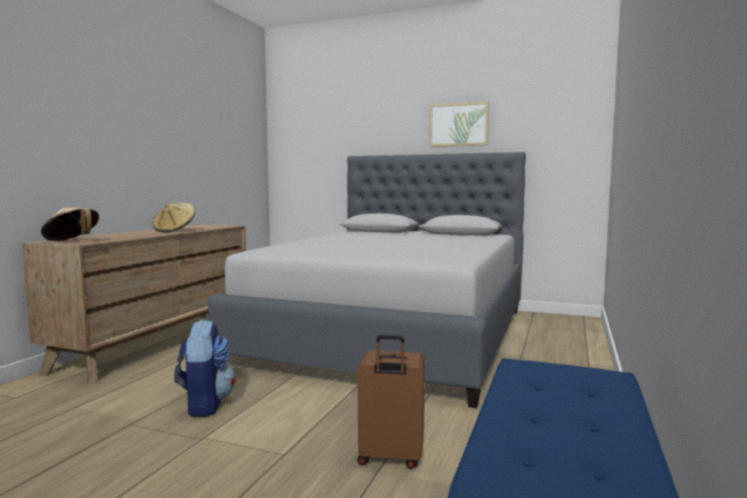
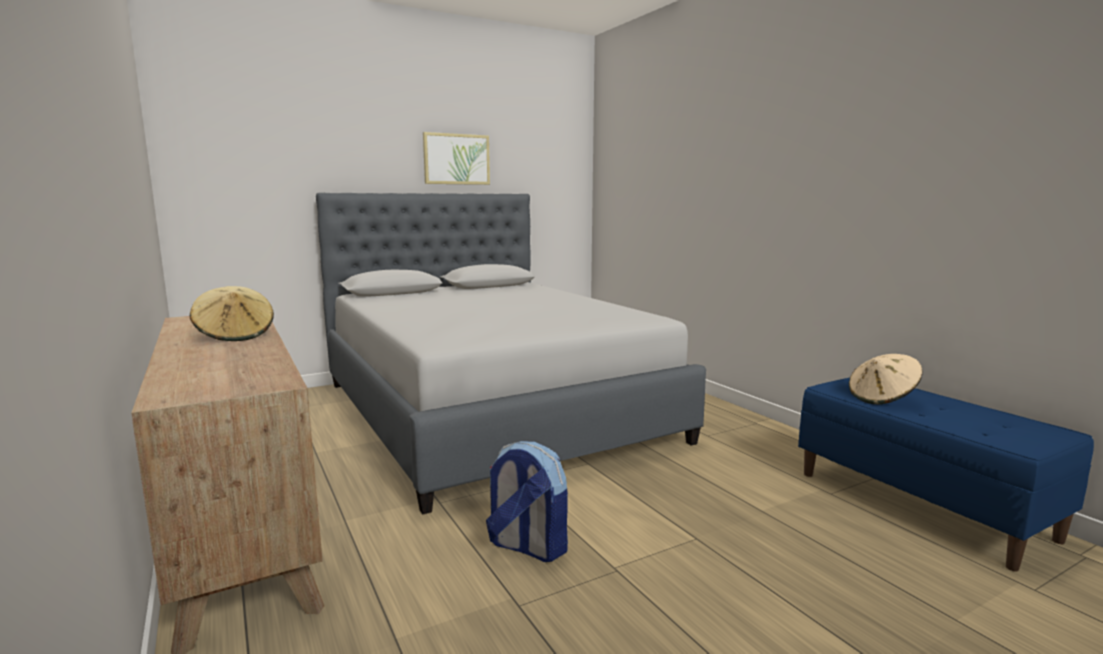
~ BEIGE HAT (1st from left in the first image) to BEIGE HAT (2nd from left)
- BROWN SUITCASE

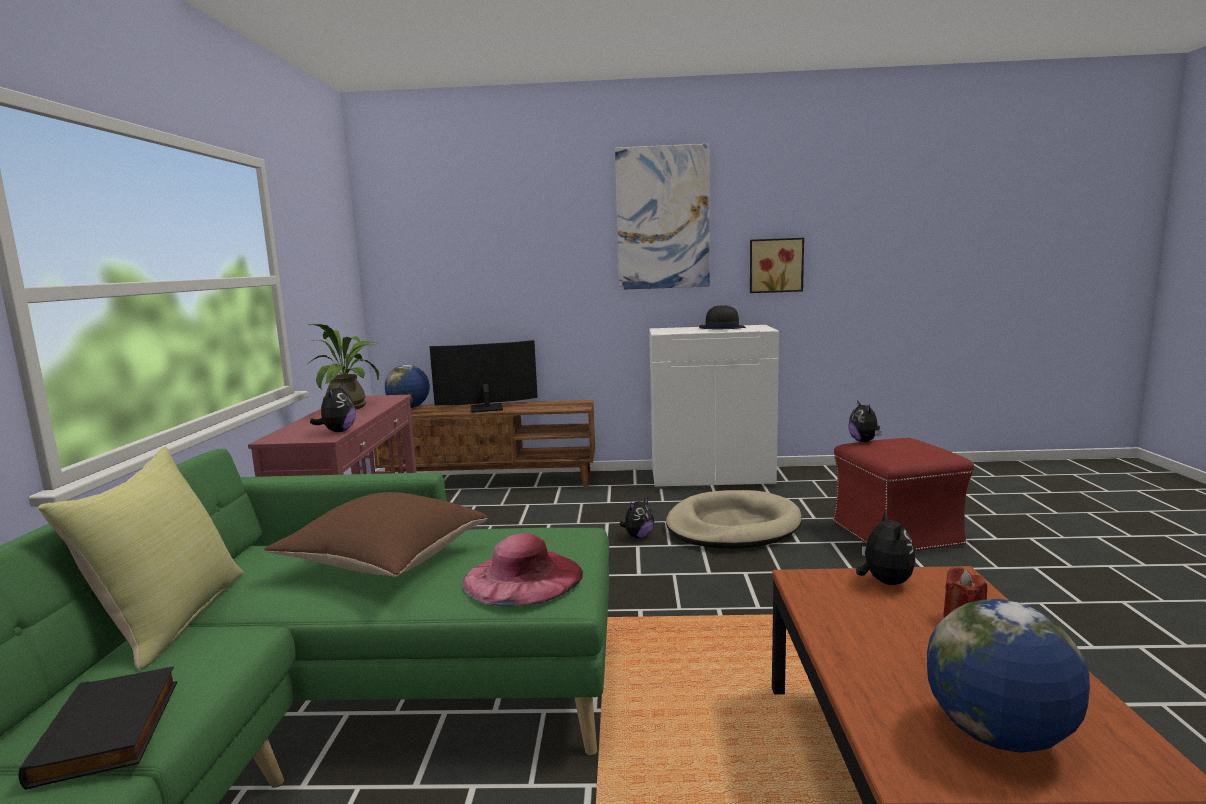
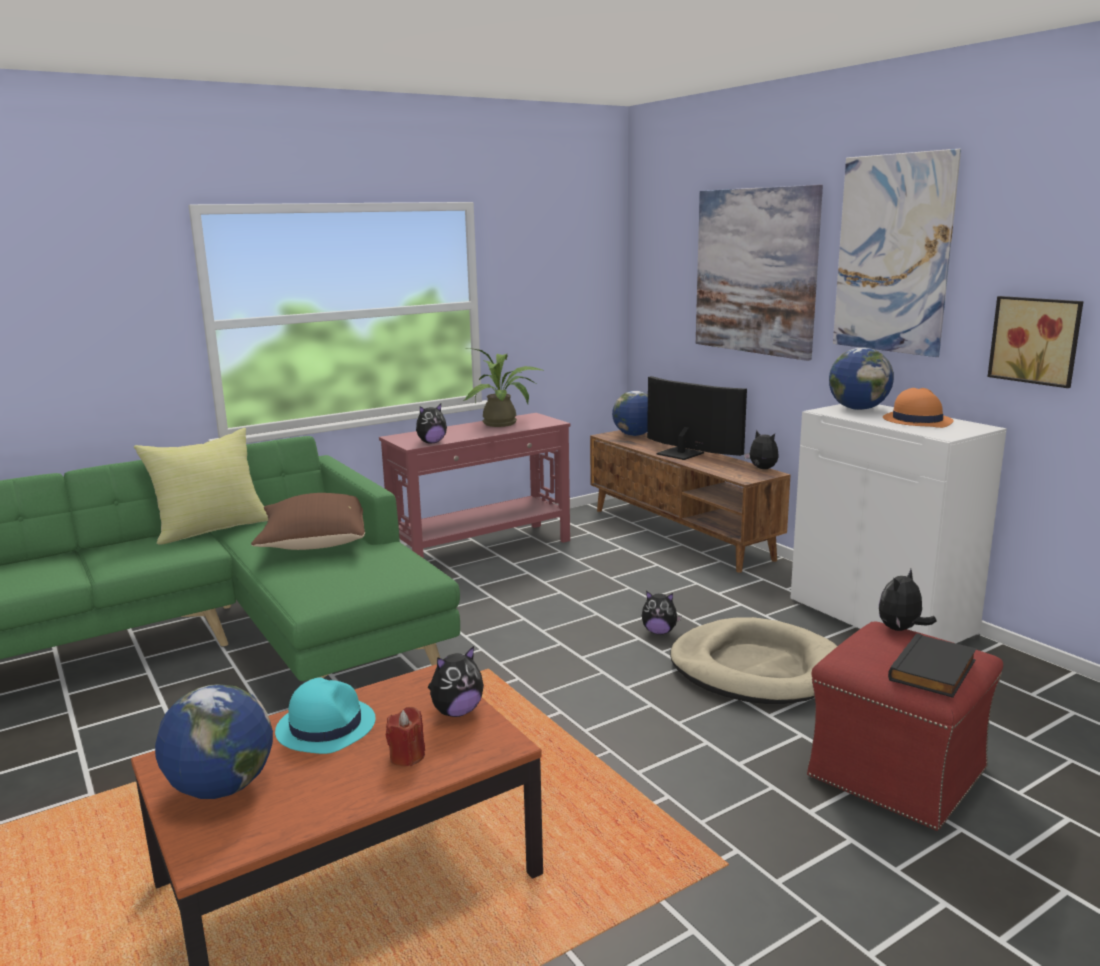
~ BLACK BOOK
- PINK HAT
~ BLACK HAT to ORANGE HAT
+ TURQUOISE HAT
+ PICTURE (1st from left)
+ PLUSH TOY (4th from left)
+ GLOBE (3rd from left)

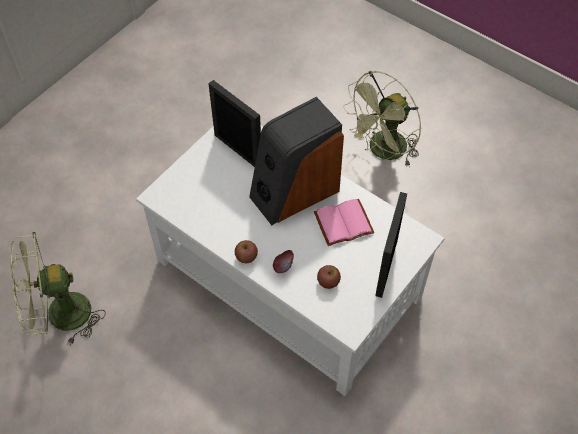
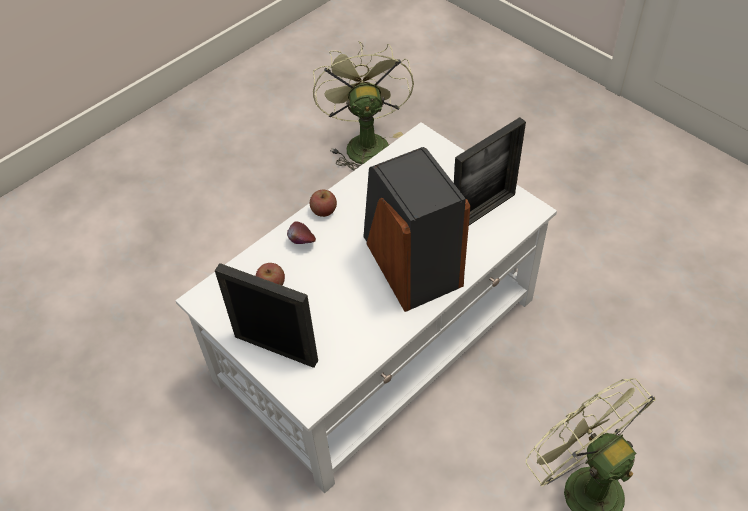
- PINK BOOK

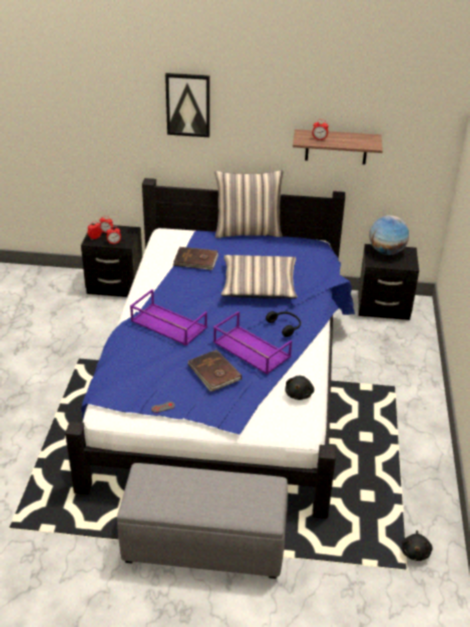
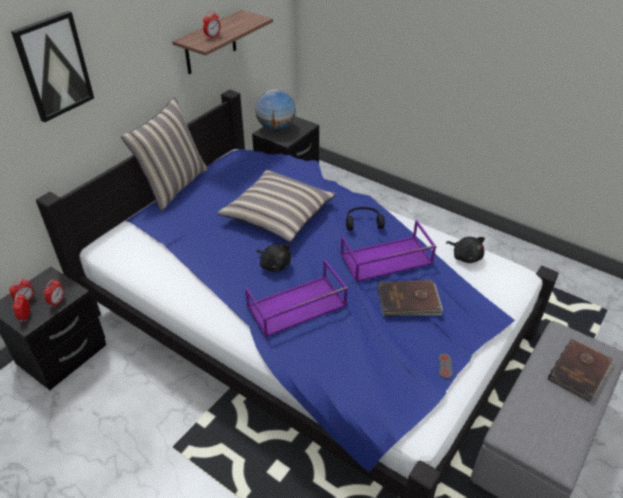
~ BROWN BOOK (1st from left in the first image) to BROWN BOOK (2nd from left)
~ BLACK PLUSH TOY (2nd from left in the first image) to BLACK PLUSH TOY (1st from left)

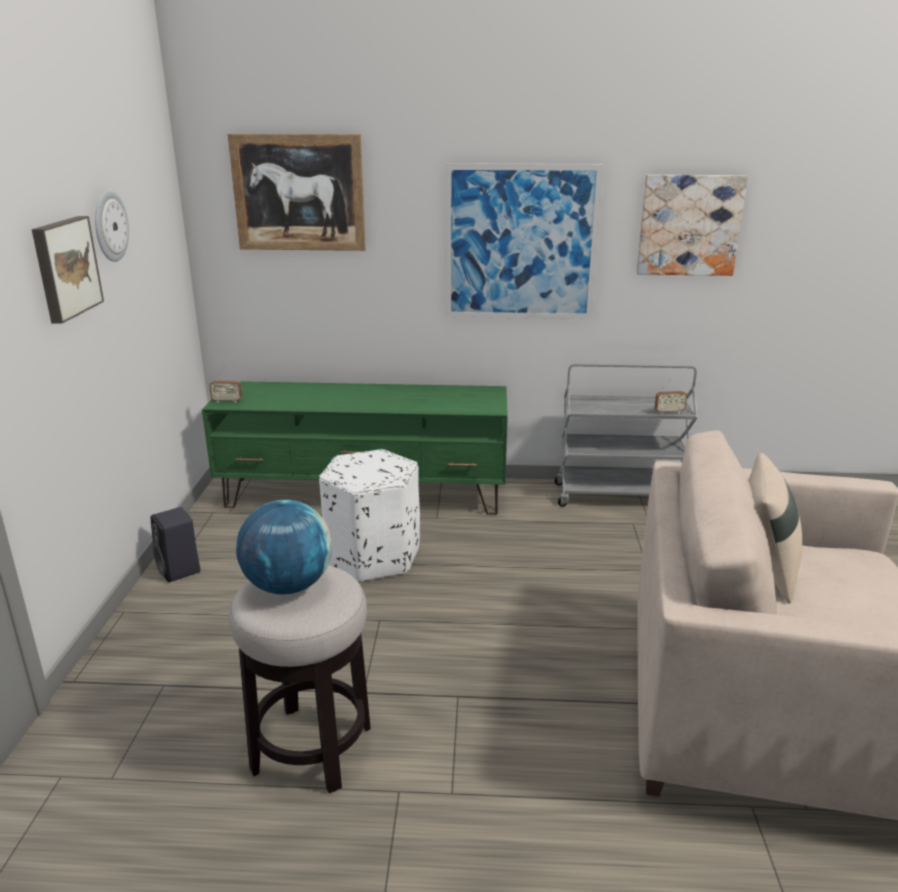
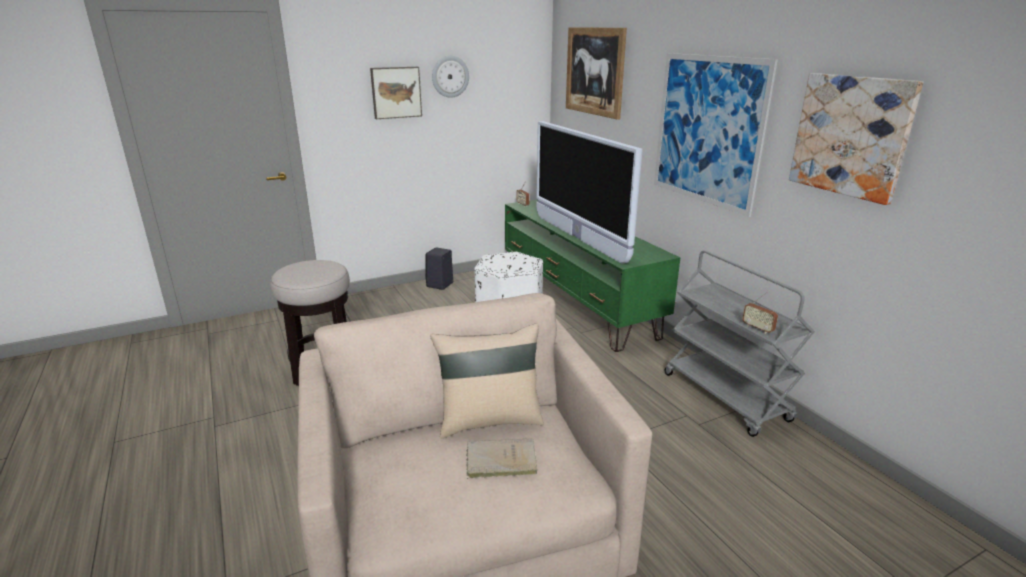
- GLOBE
+ BEIGE BOOK
+ TELEVISION

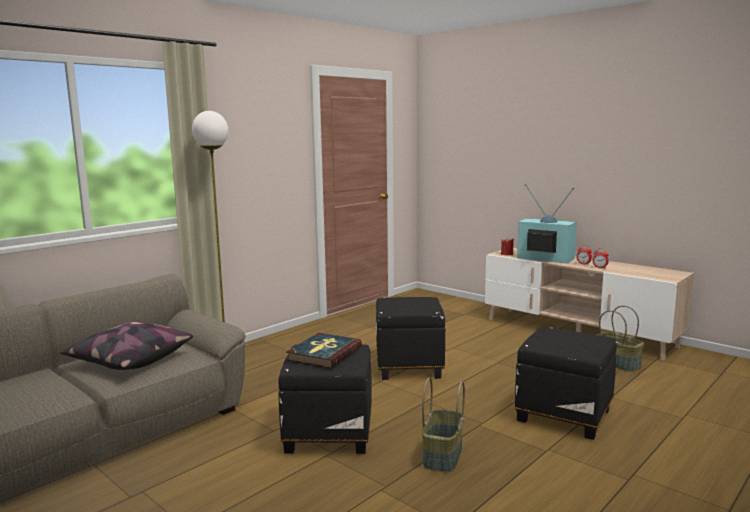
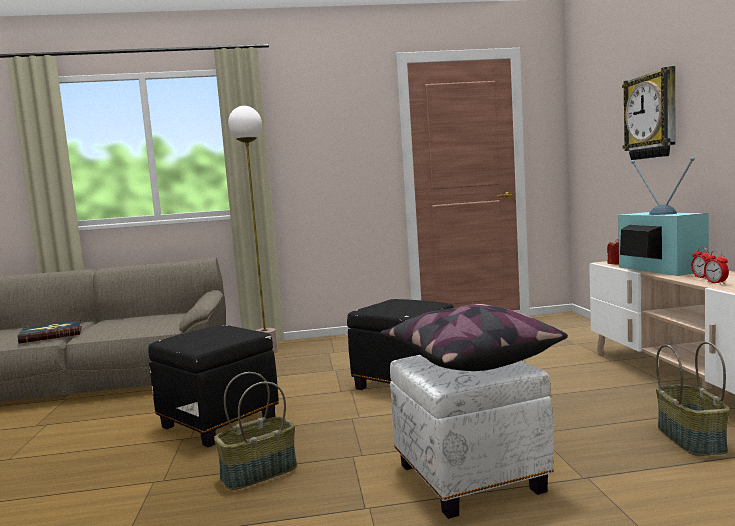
~ PILLOW
~ BOOK
~ BLACK OTTOMAN (3rd from left) to WHITE OTTOMAN
+ WALL CLOCK

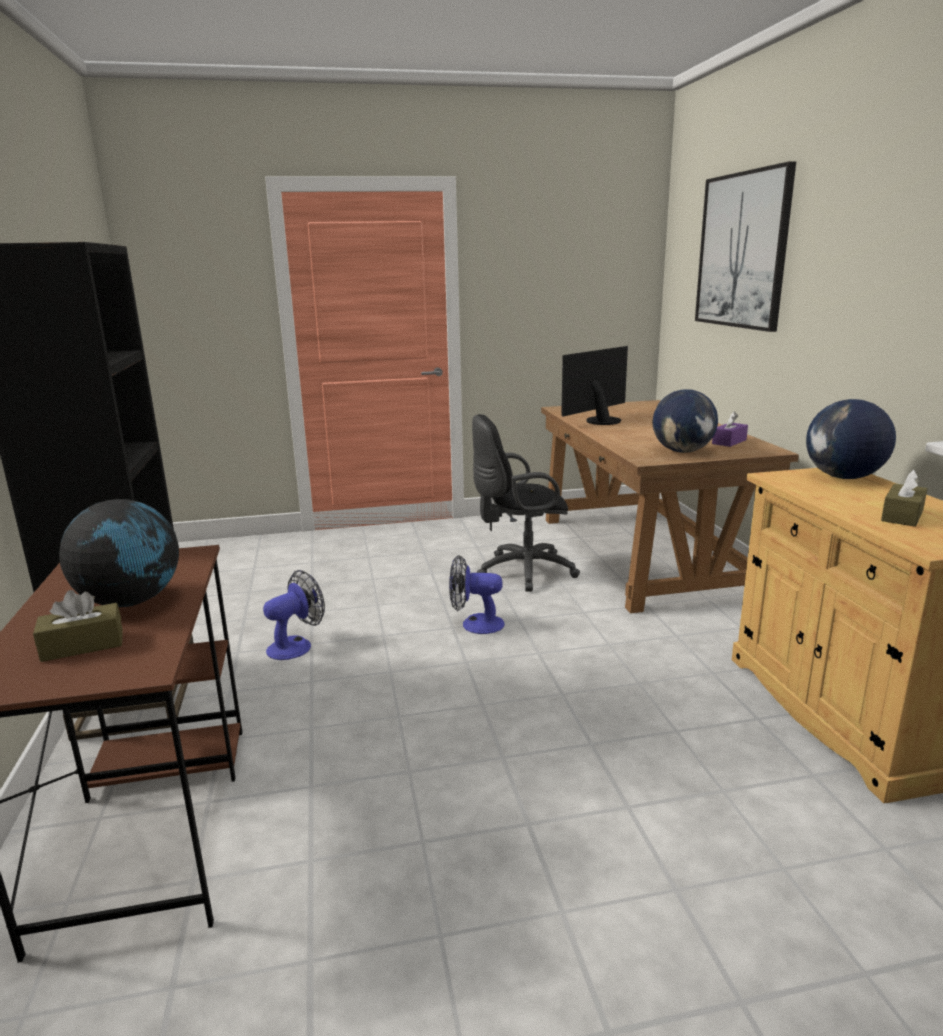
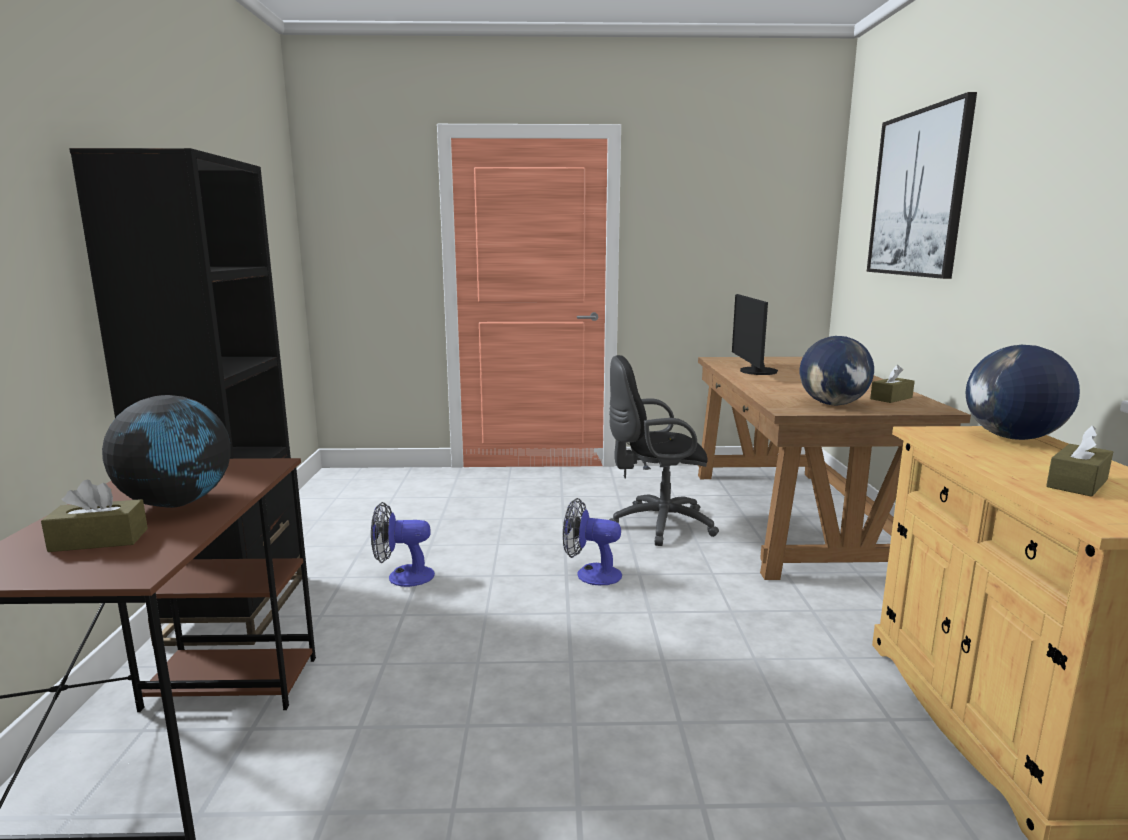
~ FAN (1st from left) 150 degrees counterclockwise
~ MONITOR 60 degrees counterclockwise
~ PURPLE TISSUE BOX to BROWN TISSUE BOX (2nd from left)

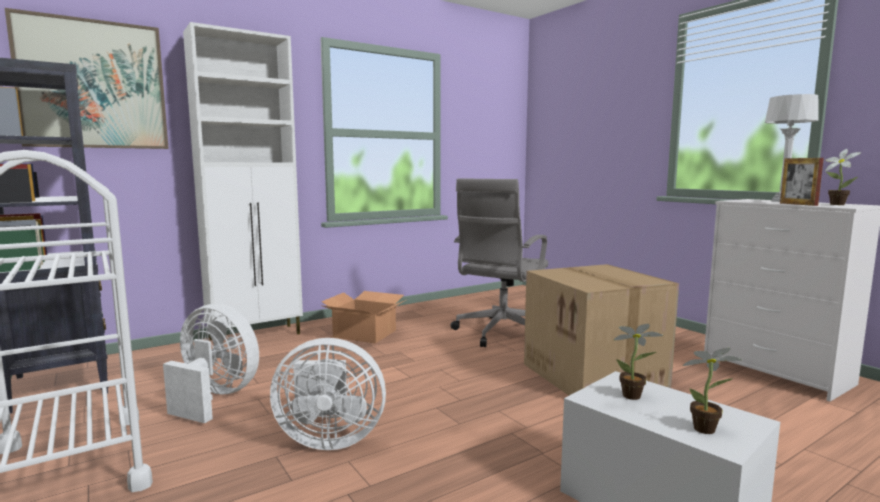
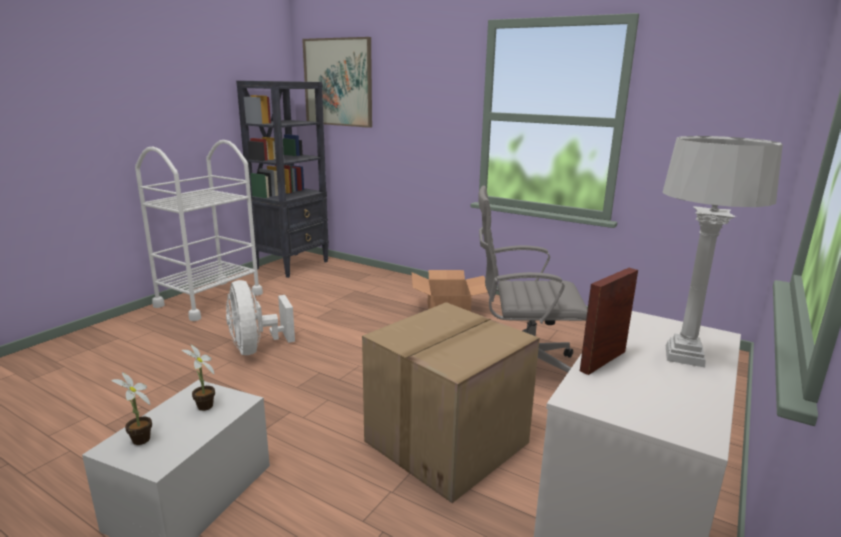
- WHITE FAN (1st from left)
- WHITE CABINET
- POTTED PLANT (3rd from left)

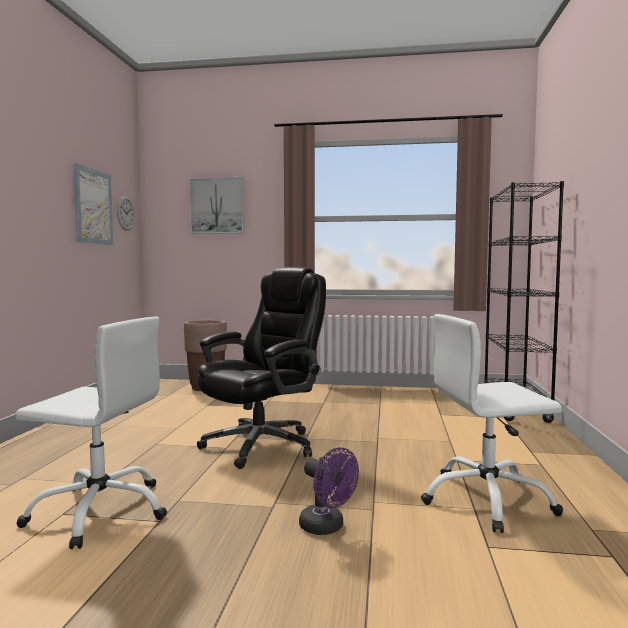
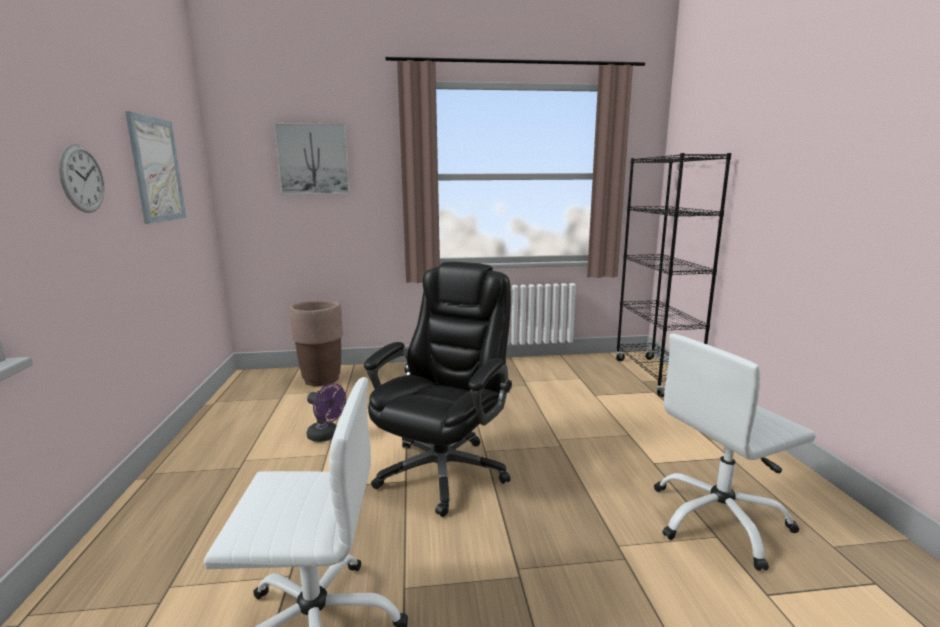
~ WALL CLOCK
~ PURPLE FAN

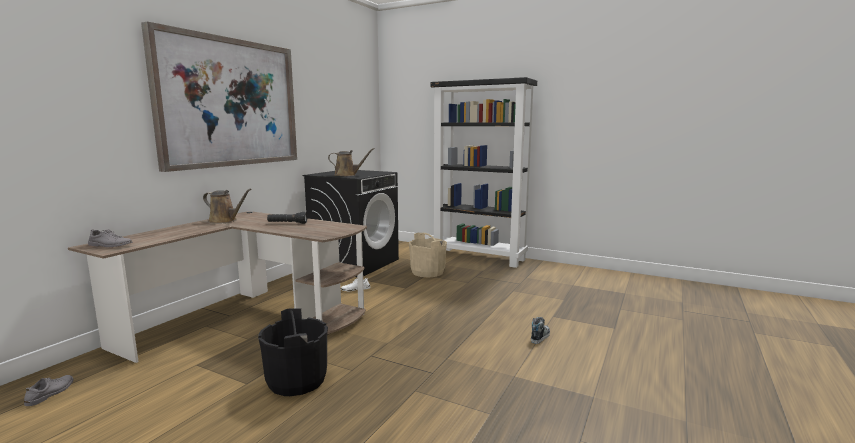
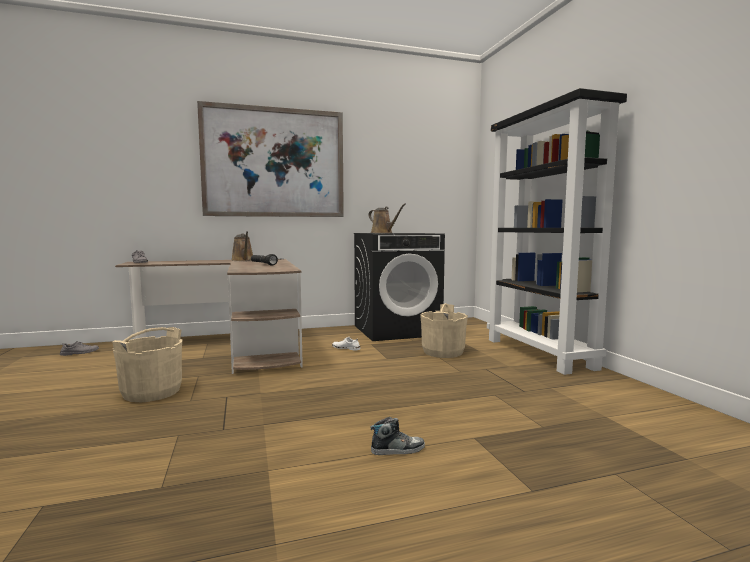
~ BLACK BUCKET to BEIGE BUCKET (1st from left)

